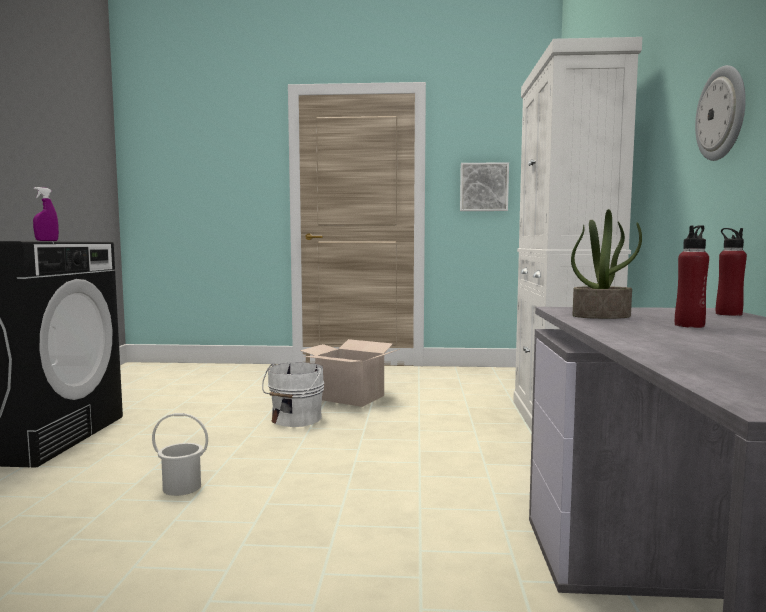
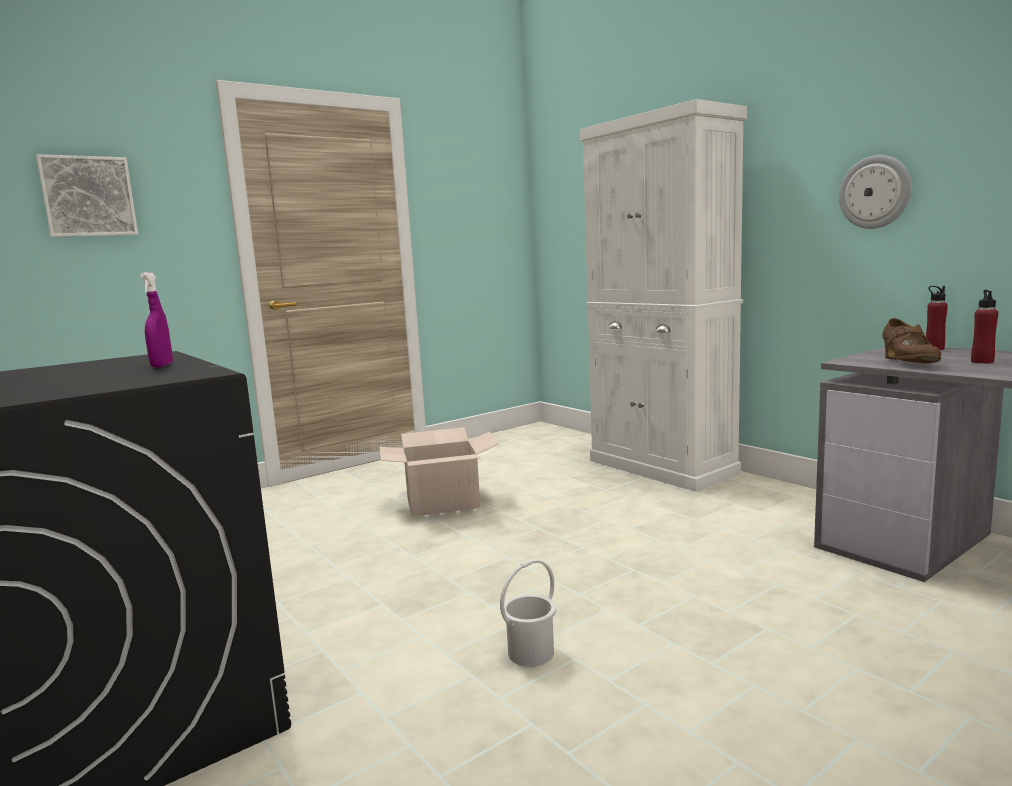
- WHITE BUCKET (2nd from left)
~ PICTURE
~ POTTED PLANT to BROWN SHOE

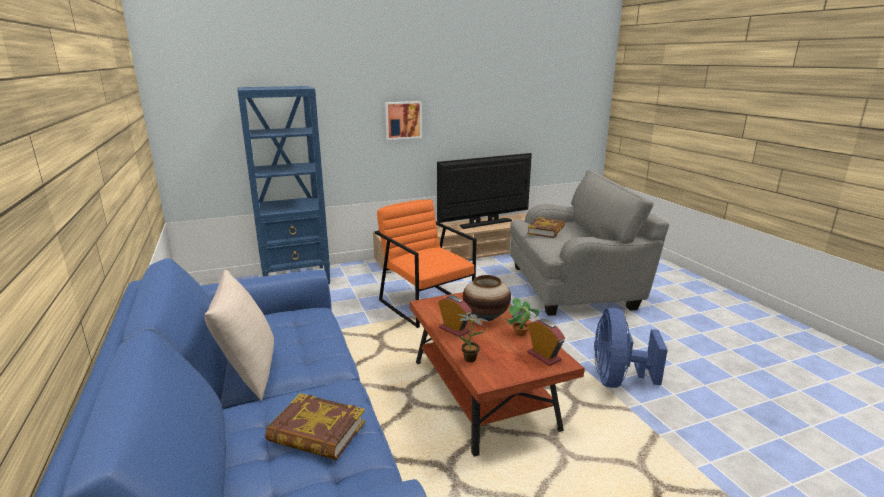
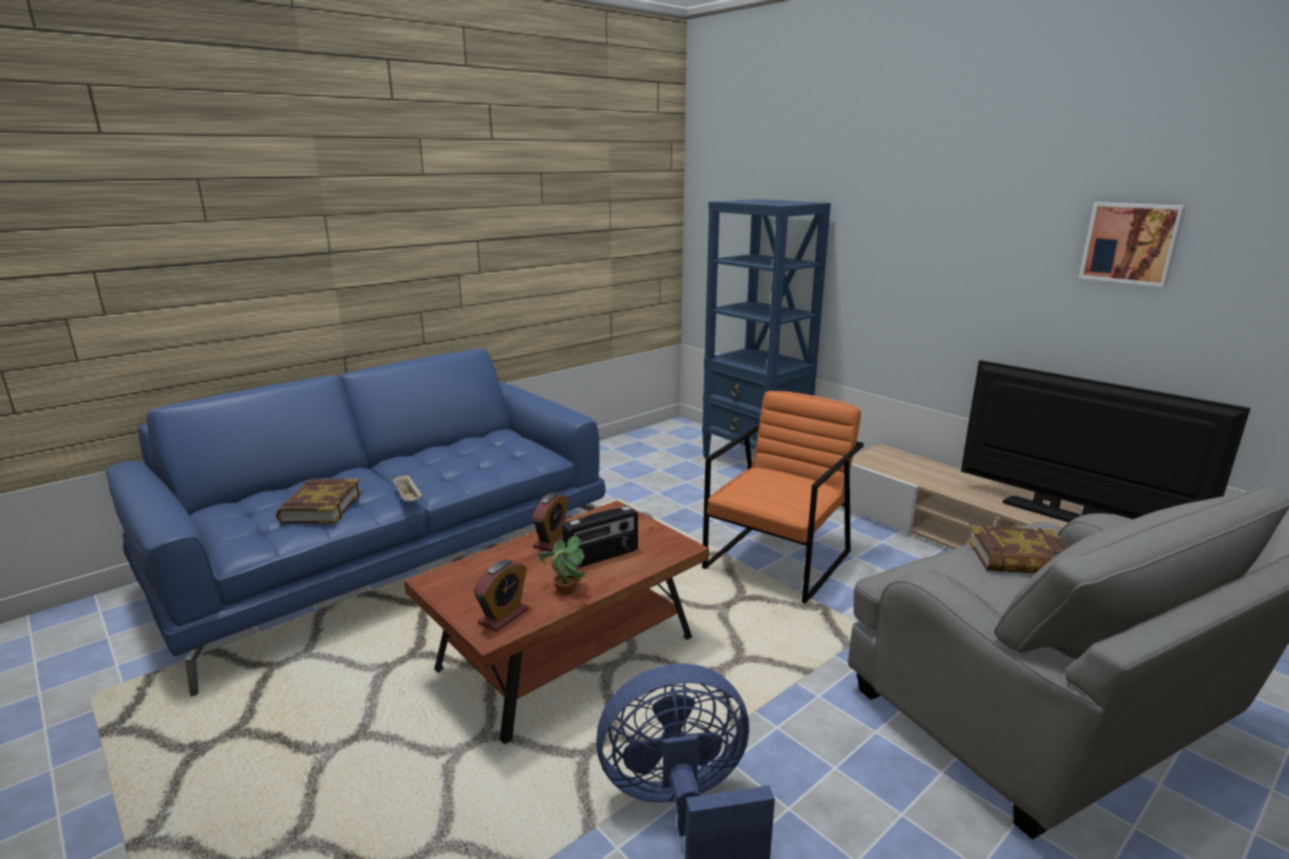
- BEIGE PILLOW
~ PICTURE
- POTTED PLANT (1st from left)
~ VASE to RADIO
+ BEIGE TRAY

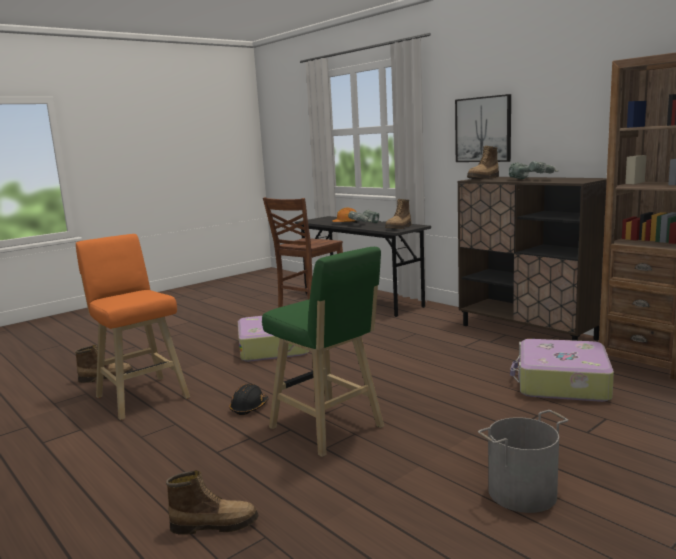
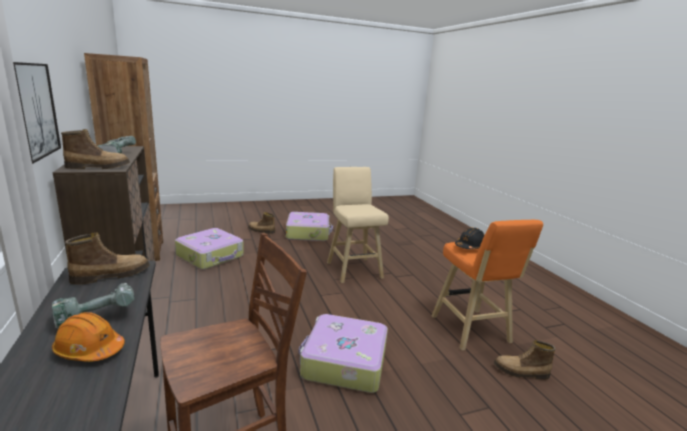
~ BOOT (2nd from left in the first image) to BOOT (3rd from left)
~ BLACK HARD HAT
~ GREEN STOOL to BEIGE STOOL
~ GREY BUCKET to SUITCASE (2nd from left)

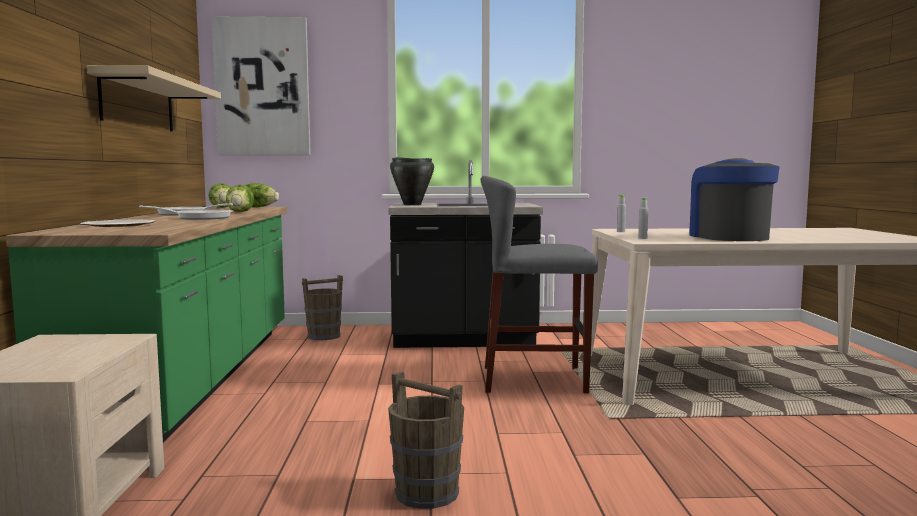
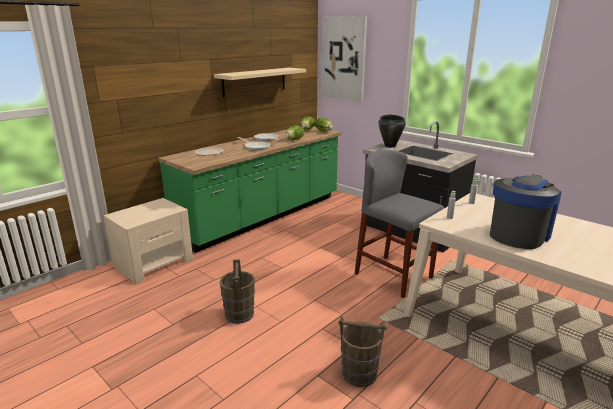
~ BROWN BUCKET (1st from left in the first image) to BROWN BUCKET (2nd from left)

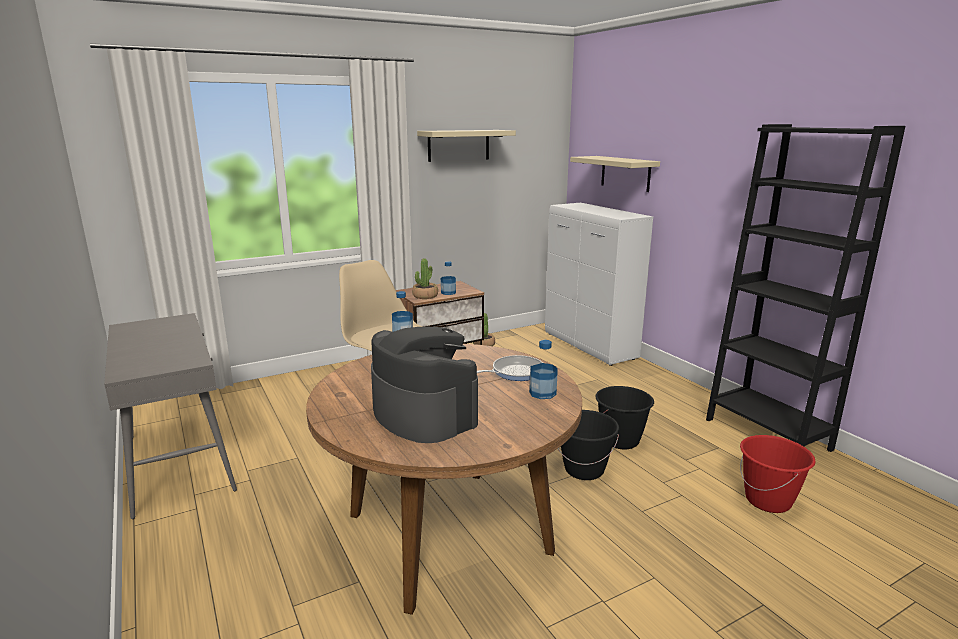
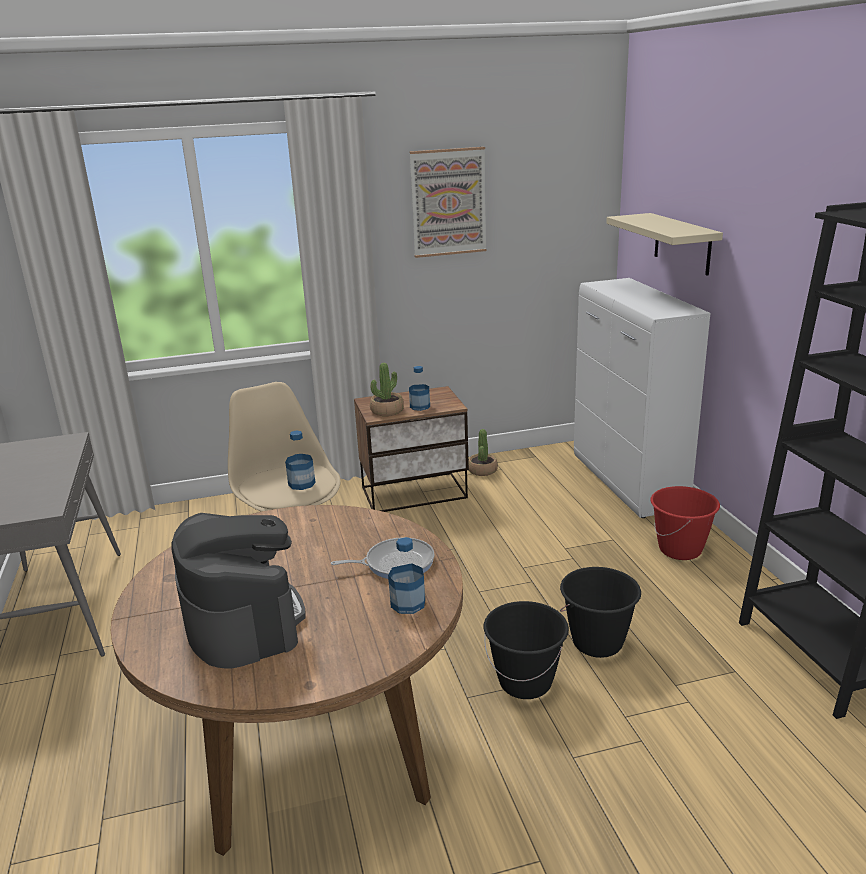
~ BEIGE SHELF (1st from left) to PICTURE
~ RED BUCKET

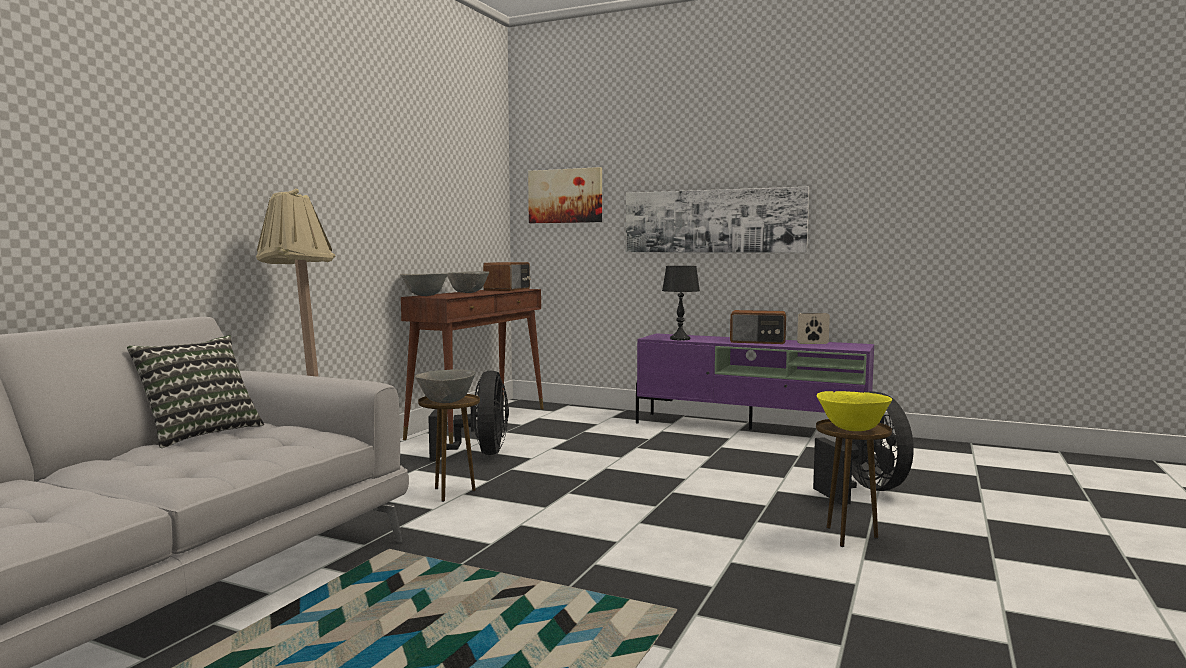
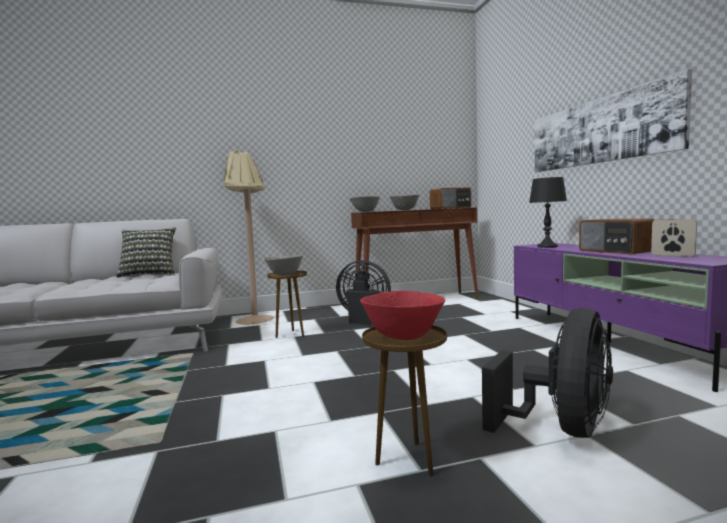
~ BLACK FAN (1st from left) 120 degrees counterclockwise
- PICTURE (1st from left)
~ YELLOW BOWL to RED BOWL

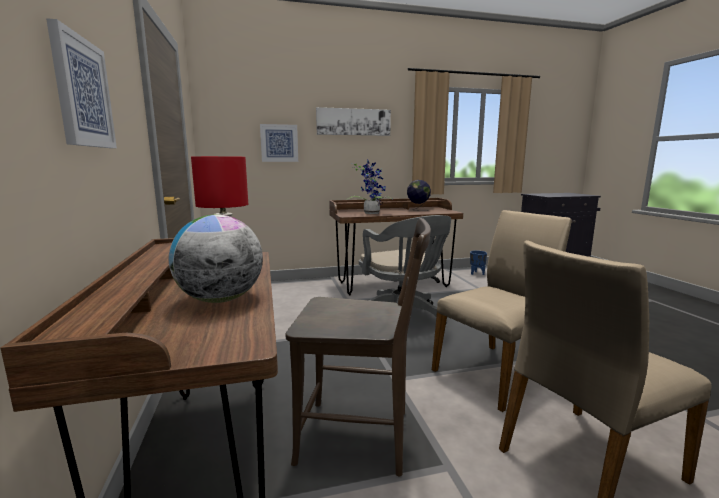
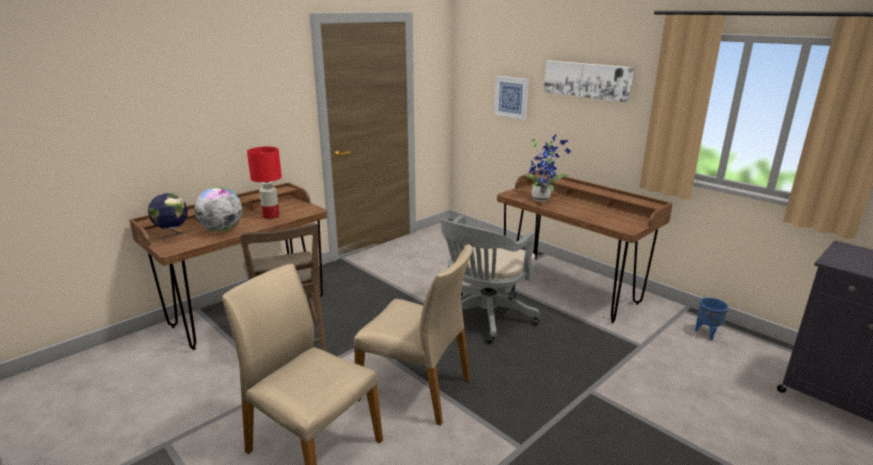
- PICTURE (1st from left)
~ GLOBE (2nd from left in the first image) to GLOBE (1st from left)

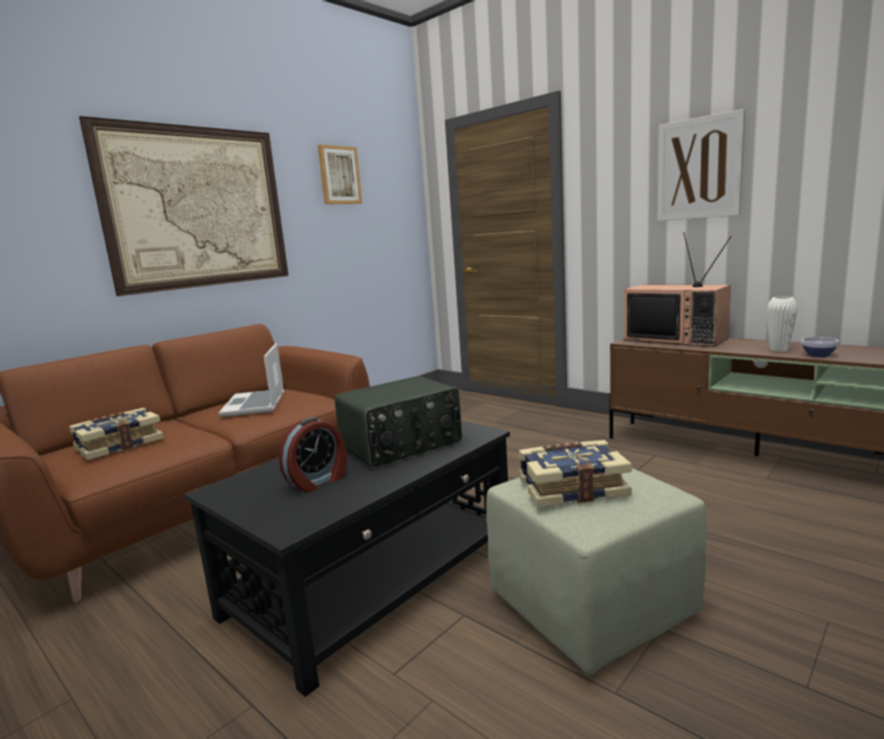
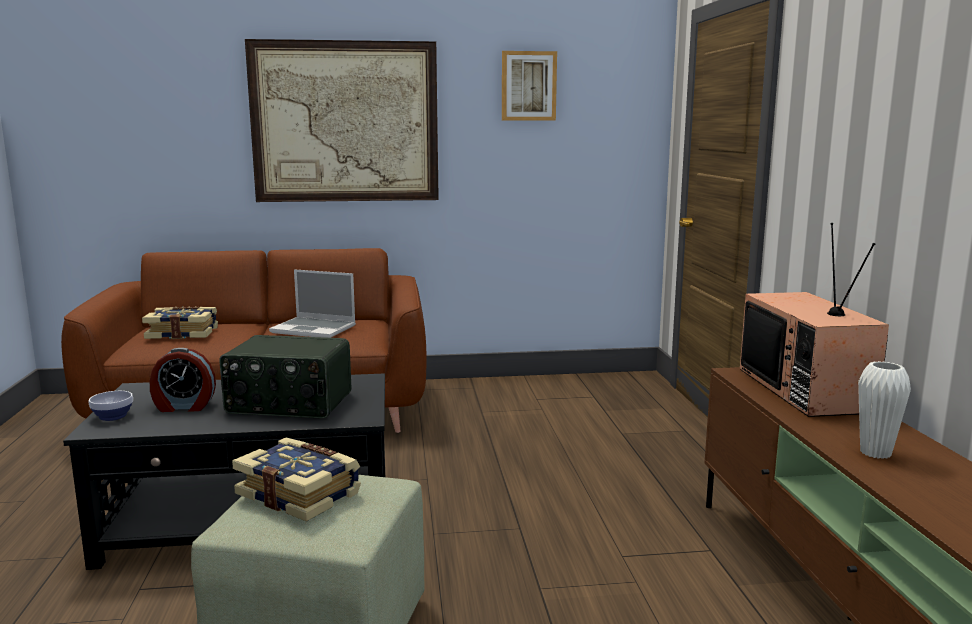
~ LAPTOP 105 degrees counterclockwise
- PICTURE (3rd from left)
~ BOWL

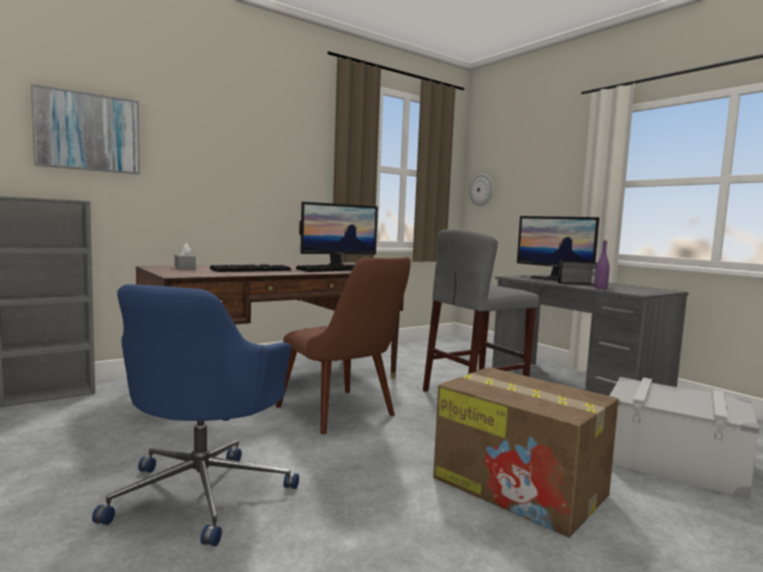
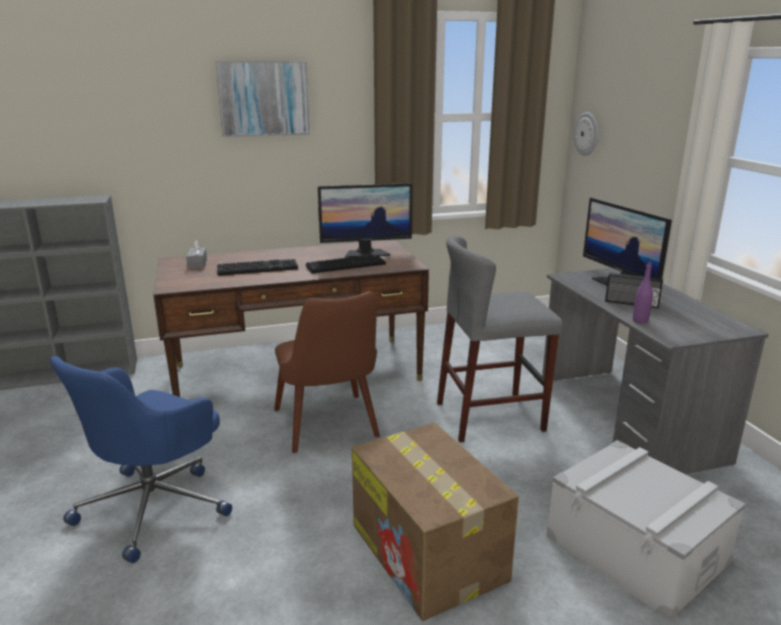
~ PICTURE

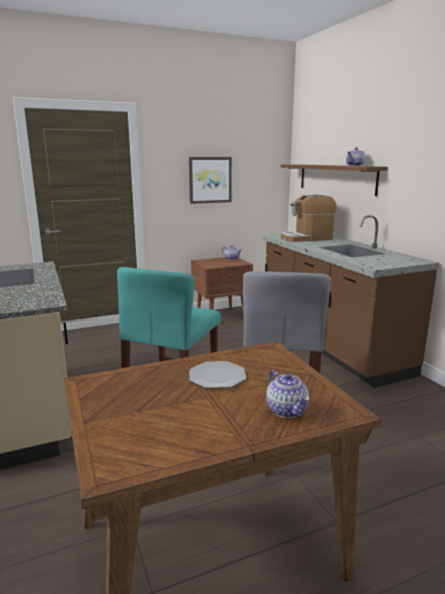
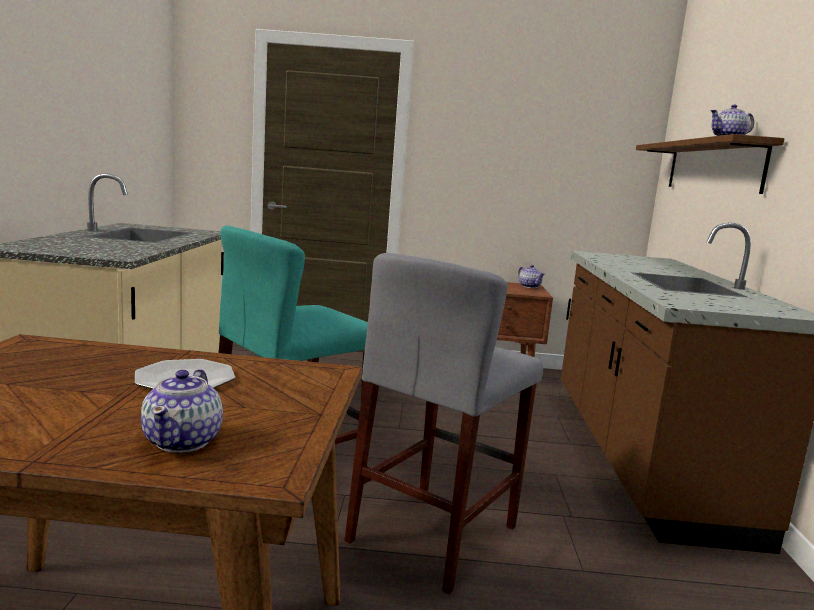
- PICTURE
- COFFEE MACHINE

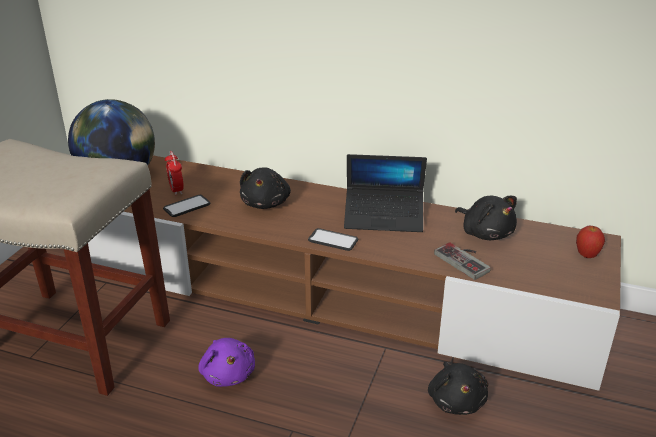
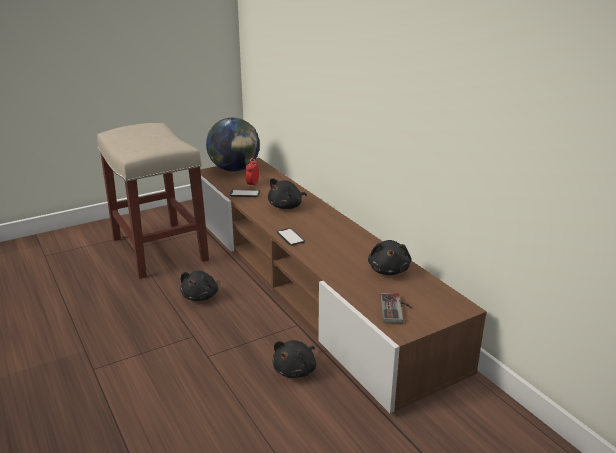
~ PURPLE PLUSH TOY to BLACK PLUSH TOY (1st from left)
- LAPTOP
~ GAME CONTROLLER
- APPLE

